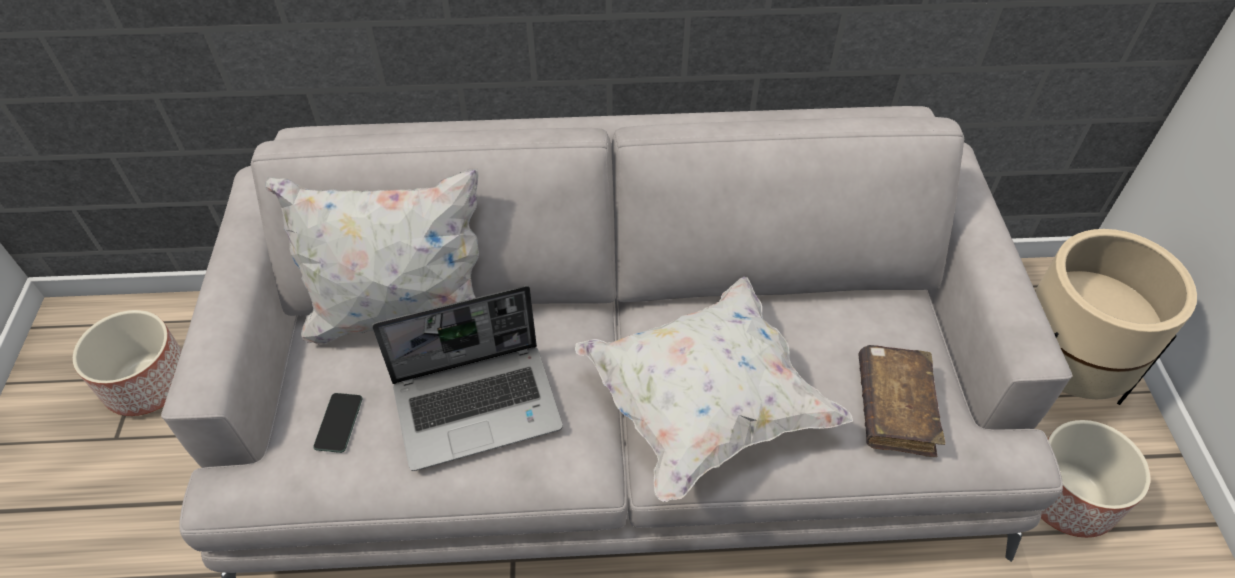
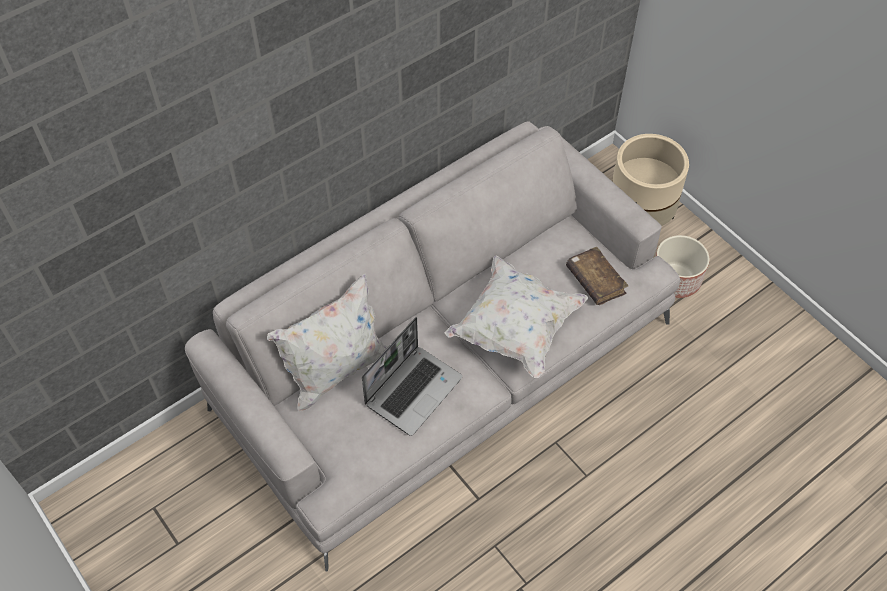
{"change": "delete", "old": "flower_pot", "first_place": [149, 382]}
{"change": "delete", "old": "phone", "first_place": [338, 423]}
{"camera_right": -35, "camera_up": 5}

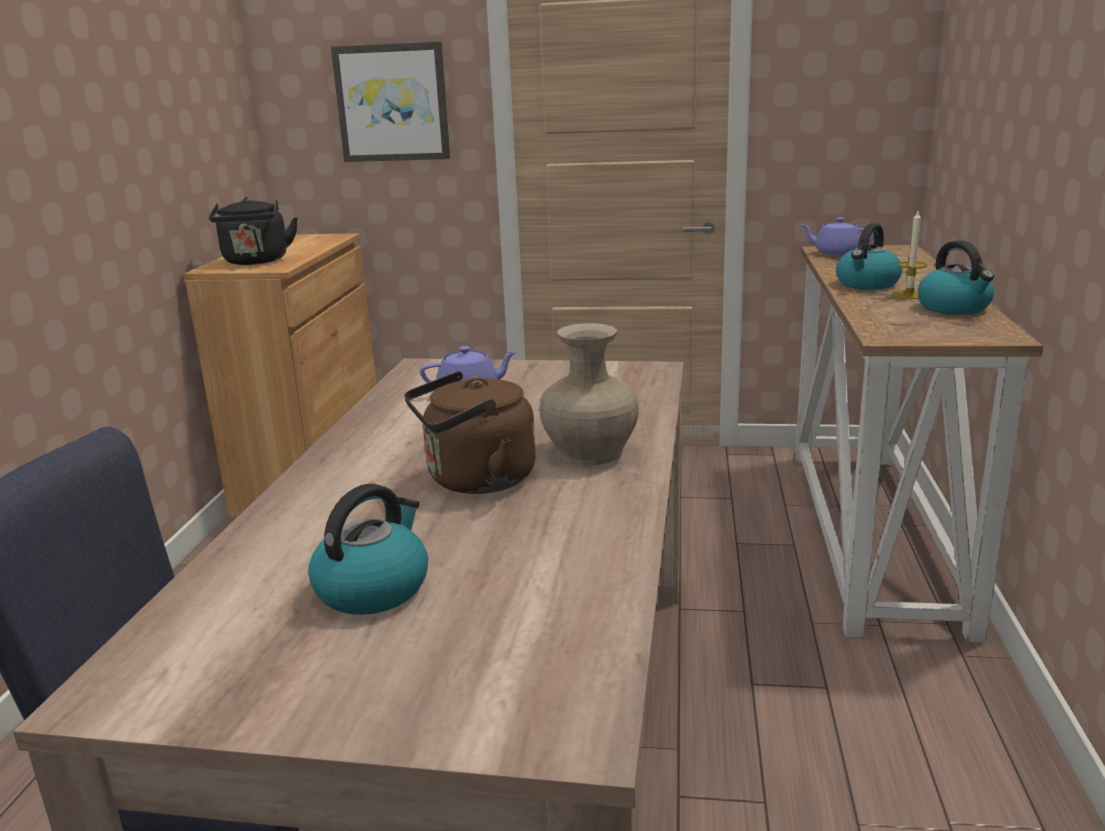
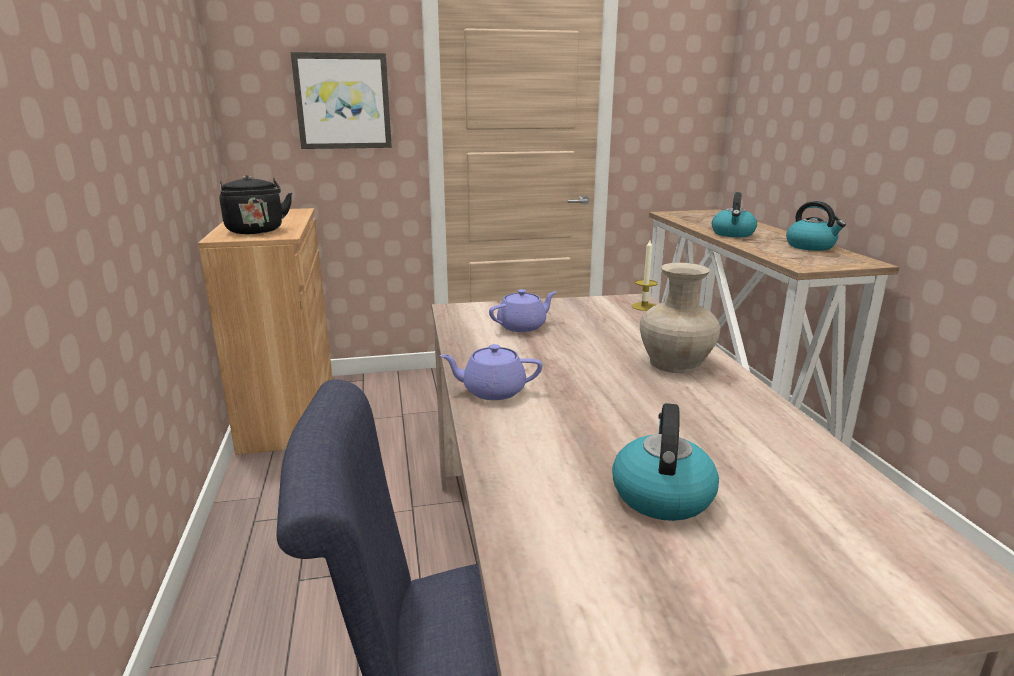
{"change": "move", "old": "purplish_teapot", "first_place": [836, 253], "second_place": [492, 391]}
{"change": "move", "old": "wax_light", "first_place": [909, 295], "second_place": [644, 306]}
{"change": "delete", "old": "brown_tea_kettle", "first_place": [475, 481]}
{"camera_right": -20, "camera_up": 0}

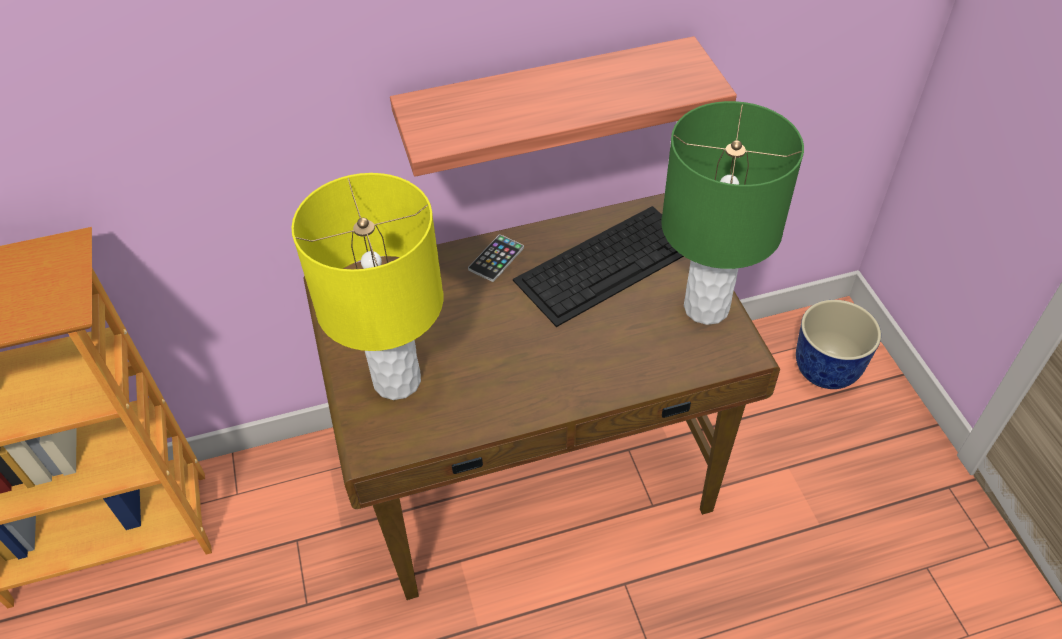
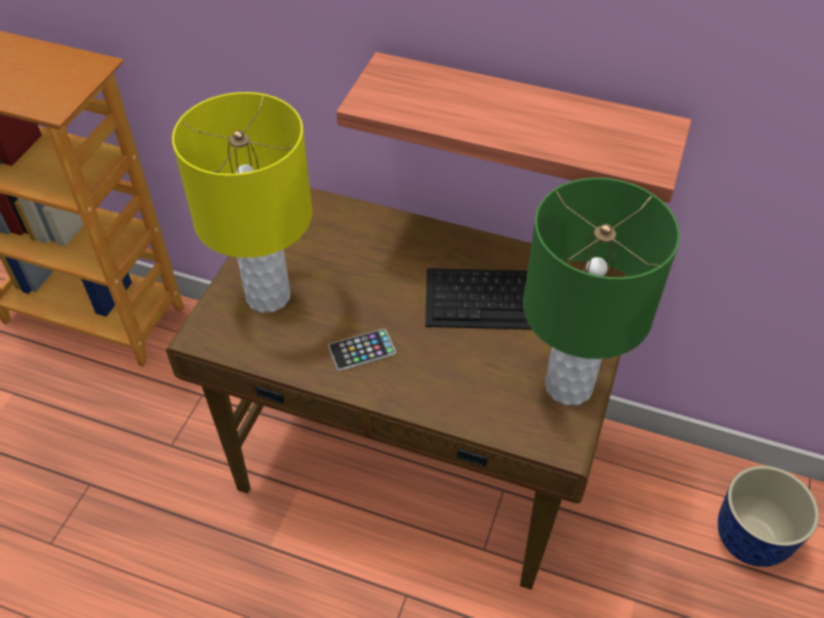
{"change": "move", "old": "phone", "first_place": [496, 258], "second_place": [362, 350]}
{"camera_right": 35, "camera_up": 0}

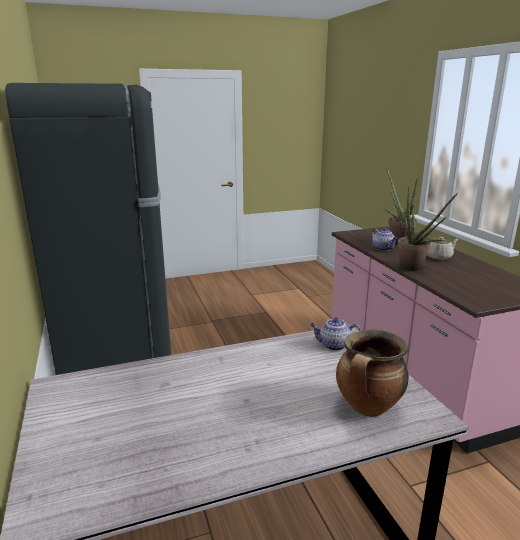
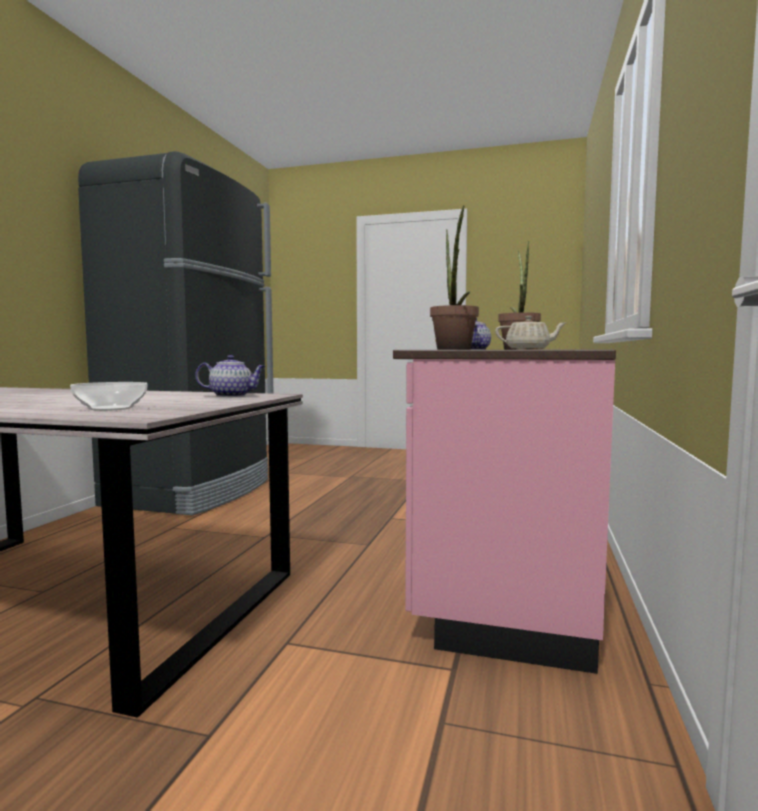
{"change": "replace", "old": "saucepot", "new": "deep_dish", "first_place": [368, 408], "second_place": [110, 408]}
{"change": "rotate", "old": "teapot", "first_place": [333, 345], "second_place": [232, 396], "degrees": 135}
{"camera_right": 35, "camera_up": -15}

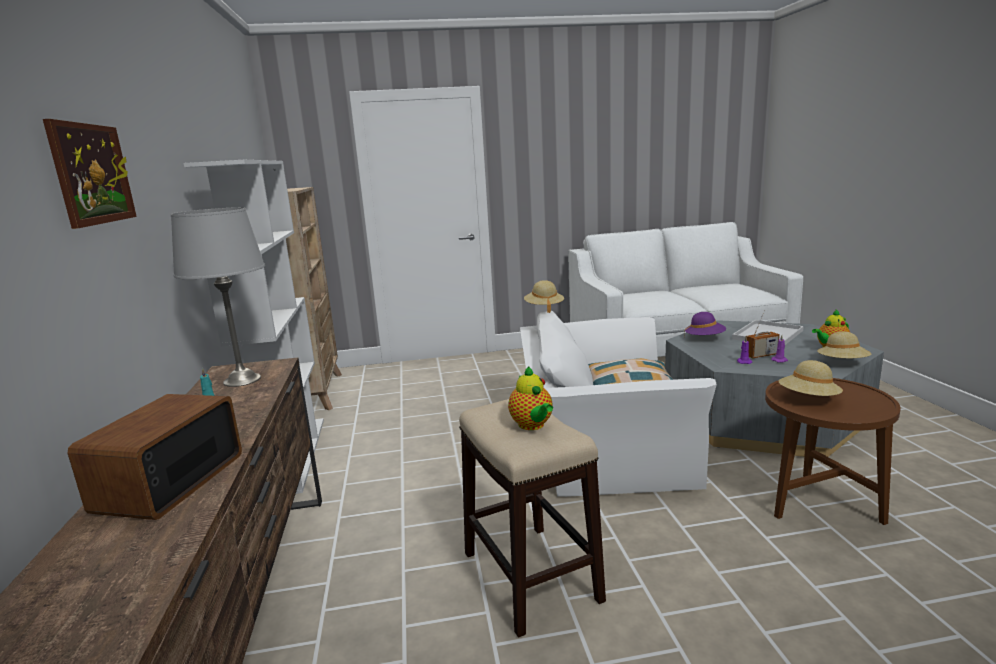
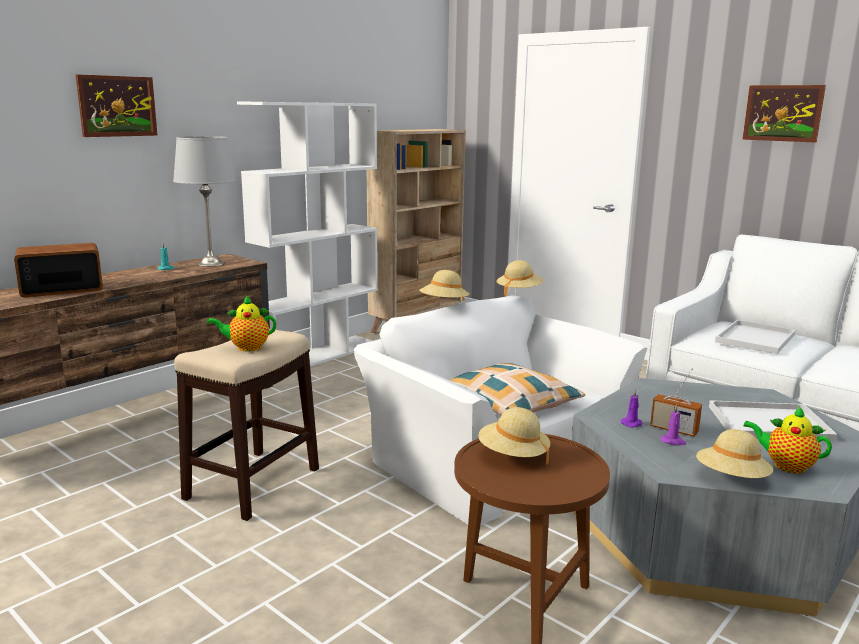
{"change": "rotate", "old": "teapot", "first_place": [532, 425], "second_place": [246, 348], "degrees": 45}
{"change": "insert", "new": "sand-coloured_clothing_hat", "second_place": [444, 304]}
{"change": "insert", "new": "white_carrying_tray", "second_place": [756, 339]}
{"change": "insert", "new": "wall_picture", "second_place": [782, 113]}
{"change": "delete", "old": "purplish_clothing_hat", "first_place": [704, 338]}
{"camera_right": 50, "camera_up": 0}

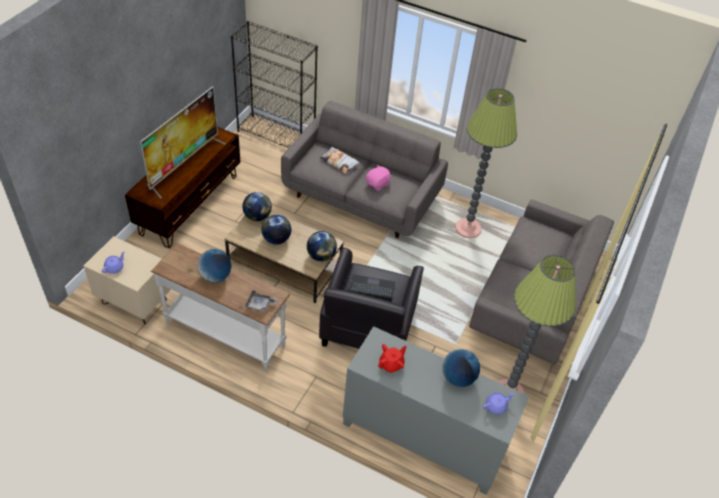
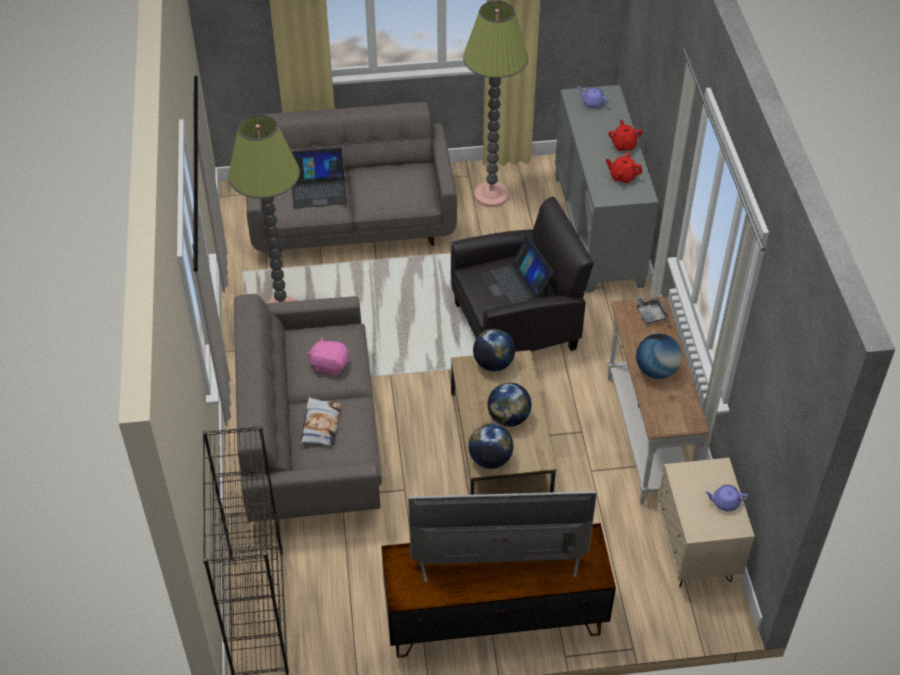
{"change": "insert", "new": "portable_computer", "second_place": [318, 189]}
{"change": "insert", "new": "red_teapot", "second_place": [623, 145]}
{"change": "delete", "old": "world_globe", "first_place": [458, 378]}
{"camera_right": -120, "camera_up": 0}

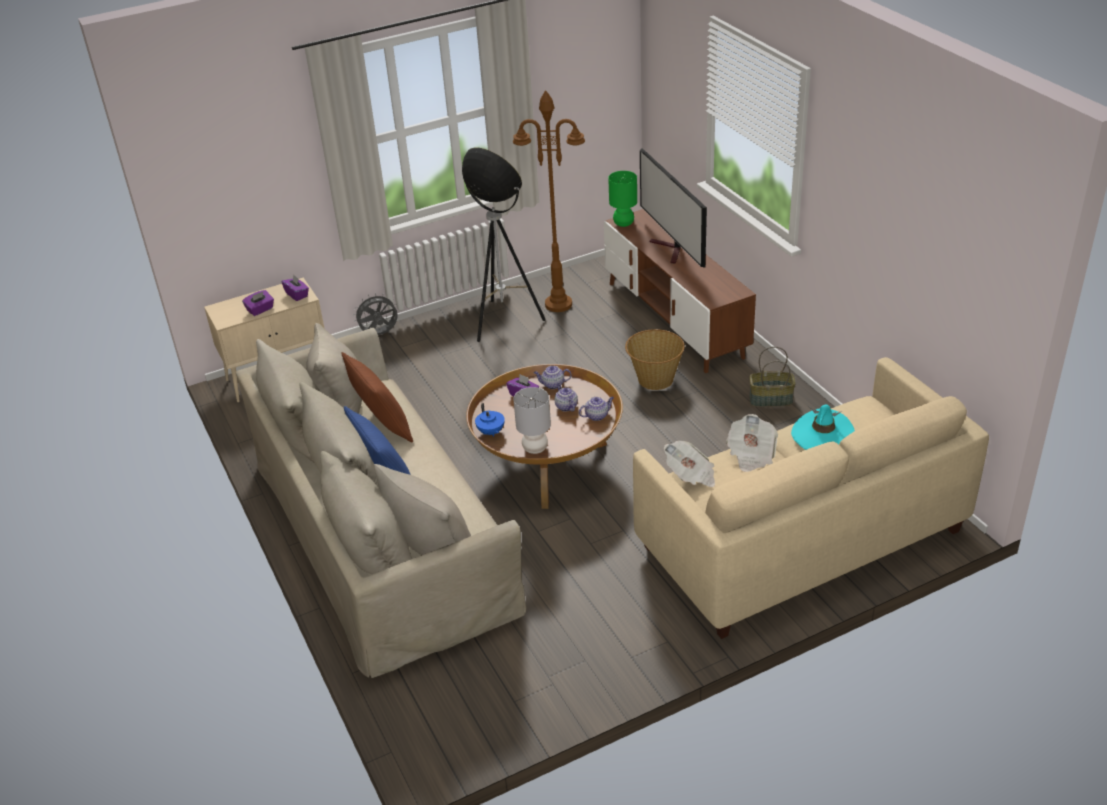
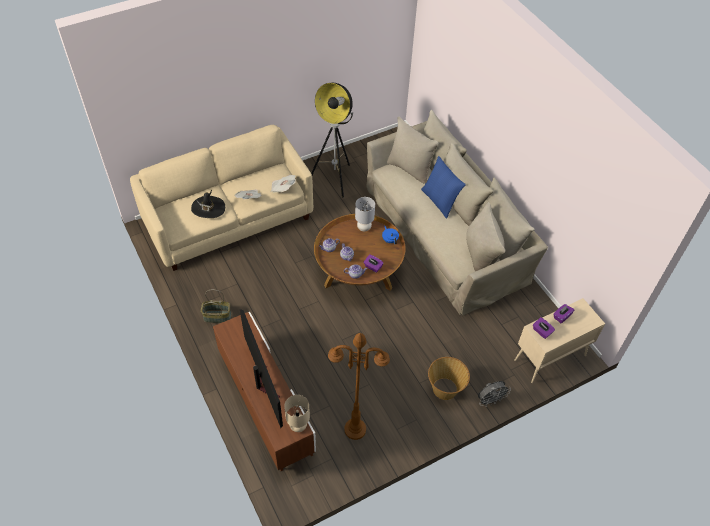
{"change": "recolor", "old": "turquoise-coloured_clothing_hat", "new": "blackish_clothing_hat", "first_place": [823, 435], "second_place": [208, 208]}
{"change": "recolor", "old": "green_tabletop_lamp", "new": "sand-coloured_tabletop_lamp", "first_place": [623, 224], "second_place": [298, 425]}
{"change": "move", "old": "floor_lamp", "first_place": [503, 322], "second_place": [335, 179]}
{"change": "move", "old": "storage_basket", "first_place": [655, 379], "second_place": [445, 388]}
{"change": "delete", "old": "brown_cushion", "first_place": [382, 427]}
{"camera_right": 175, "camera_up": 15}

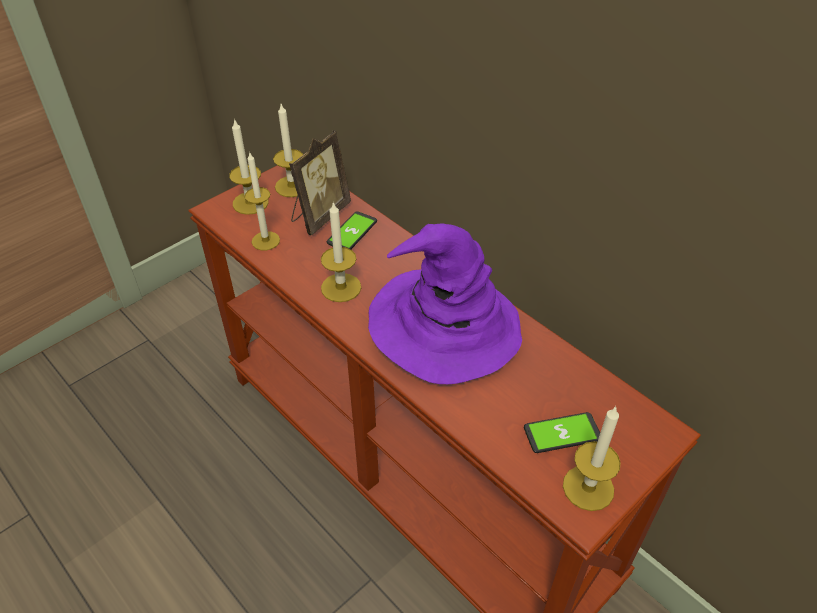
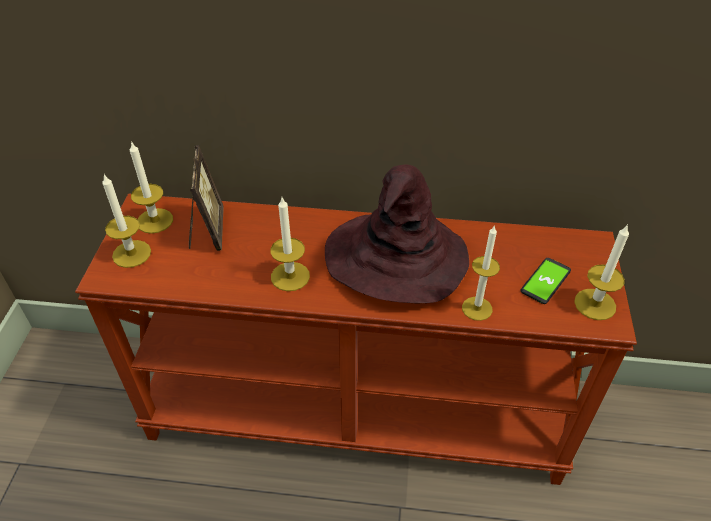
{"change": "recolor", "old": "purplish_clothing_hat", "new": "brown_clothing_hat", "first_place": [442, 326], "second_place": [395, 259]}
{"change": "move", "old": "wax_light", "first_place": [265, 241], "second_place": [477, 308]}
{"change": "delete", "old": "phone", "first_place": [352, 232]}
{"camera_right": -40, "camera_up": 0}

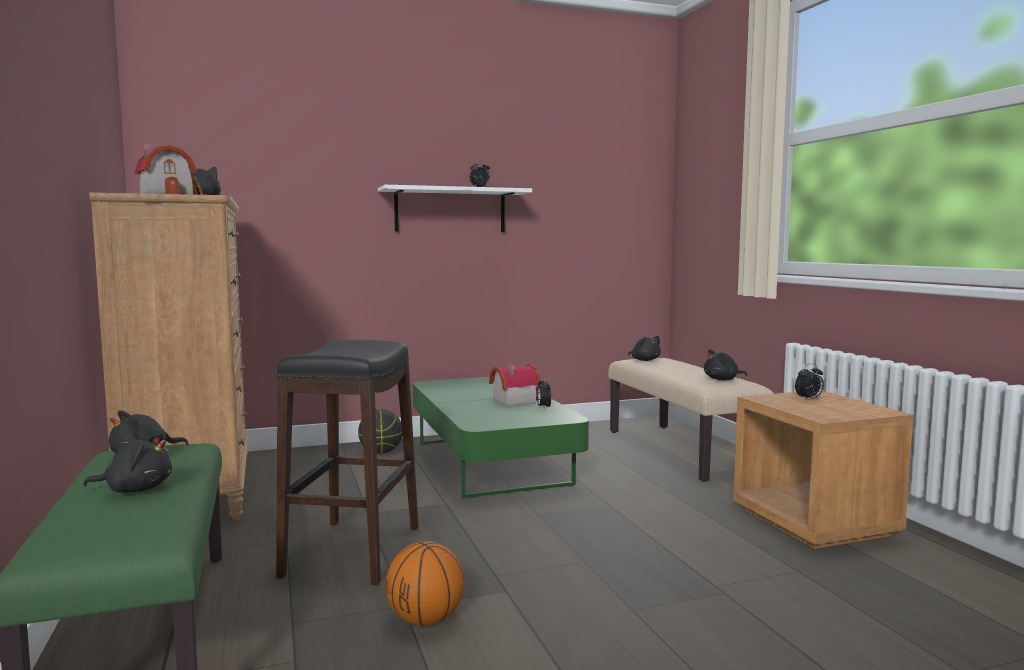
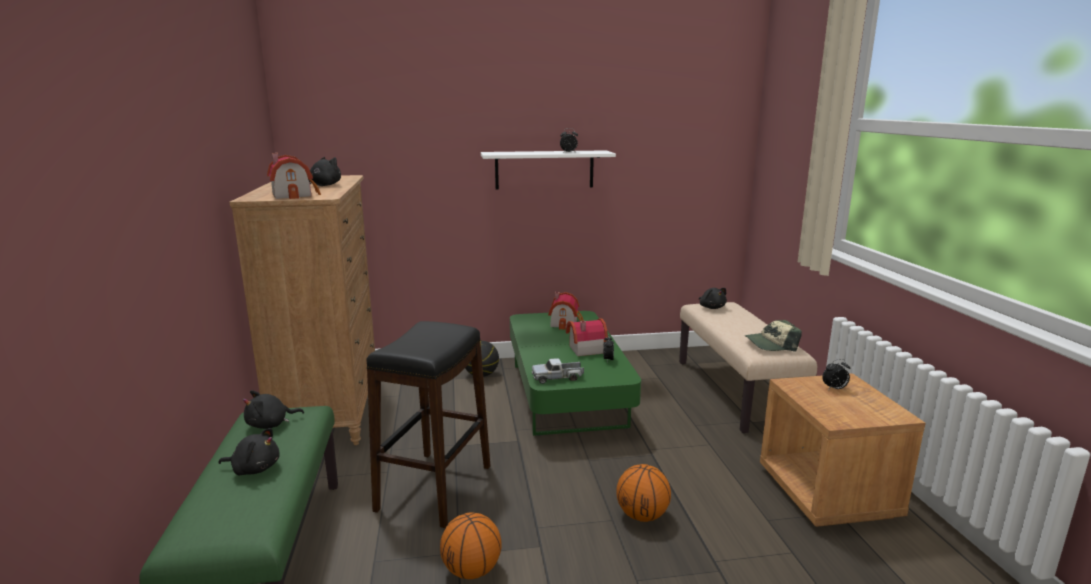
{"change": "insert", "new": "model_truck", "second_place": [557, 377]}
{"change": "insert", "new": "miniature_house", "second_place": [566, 323]}
{"change": "insert", "new": "basketball", "second_place": [642, 515]}
{"change": "replace", "old": "blackish_soft_toy", "new": "cap", "first_place": [722, 380], "second_place": [771, 344]}
{"camera_right": 10, "camera_up": 10}

